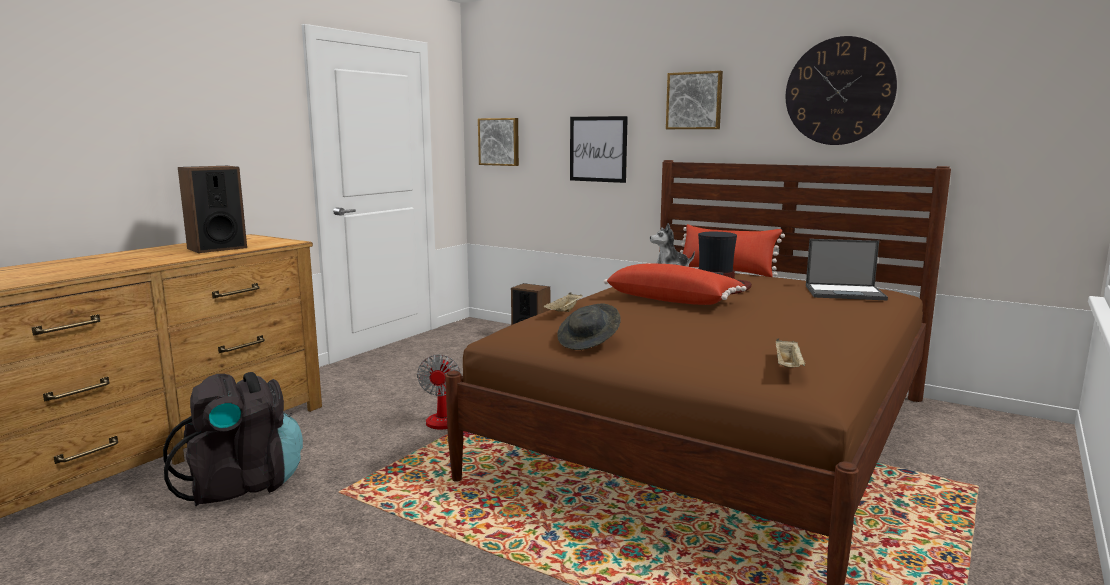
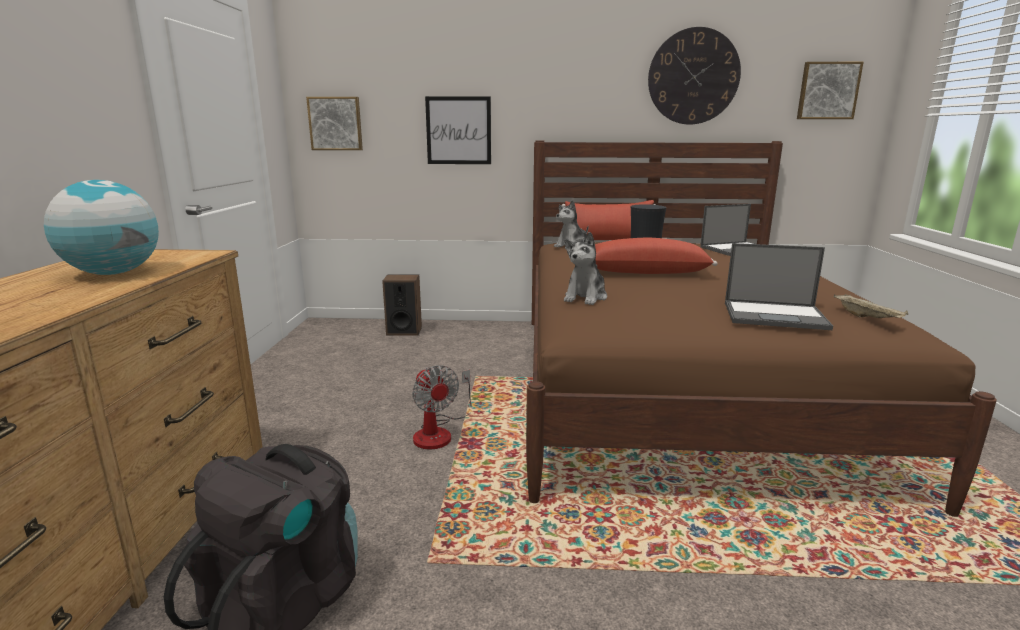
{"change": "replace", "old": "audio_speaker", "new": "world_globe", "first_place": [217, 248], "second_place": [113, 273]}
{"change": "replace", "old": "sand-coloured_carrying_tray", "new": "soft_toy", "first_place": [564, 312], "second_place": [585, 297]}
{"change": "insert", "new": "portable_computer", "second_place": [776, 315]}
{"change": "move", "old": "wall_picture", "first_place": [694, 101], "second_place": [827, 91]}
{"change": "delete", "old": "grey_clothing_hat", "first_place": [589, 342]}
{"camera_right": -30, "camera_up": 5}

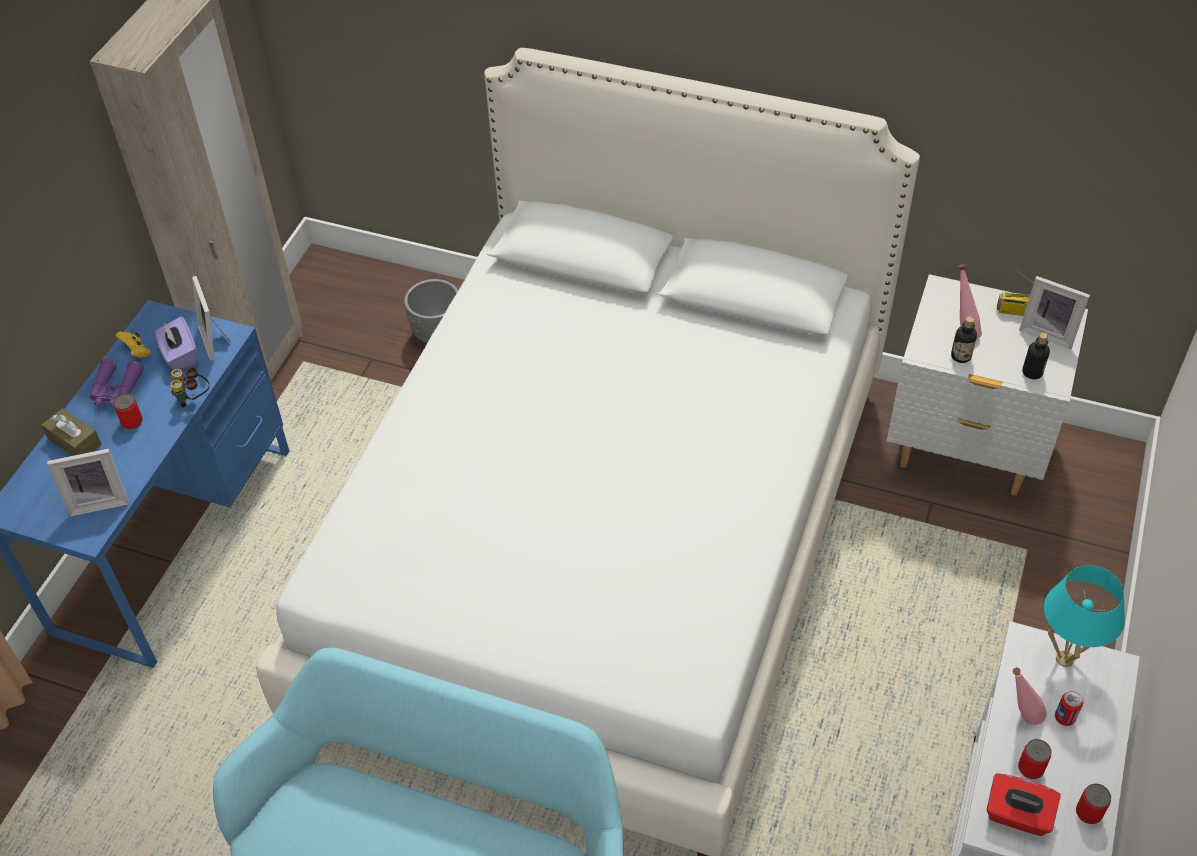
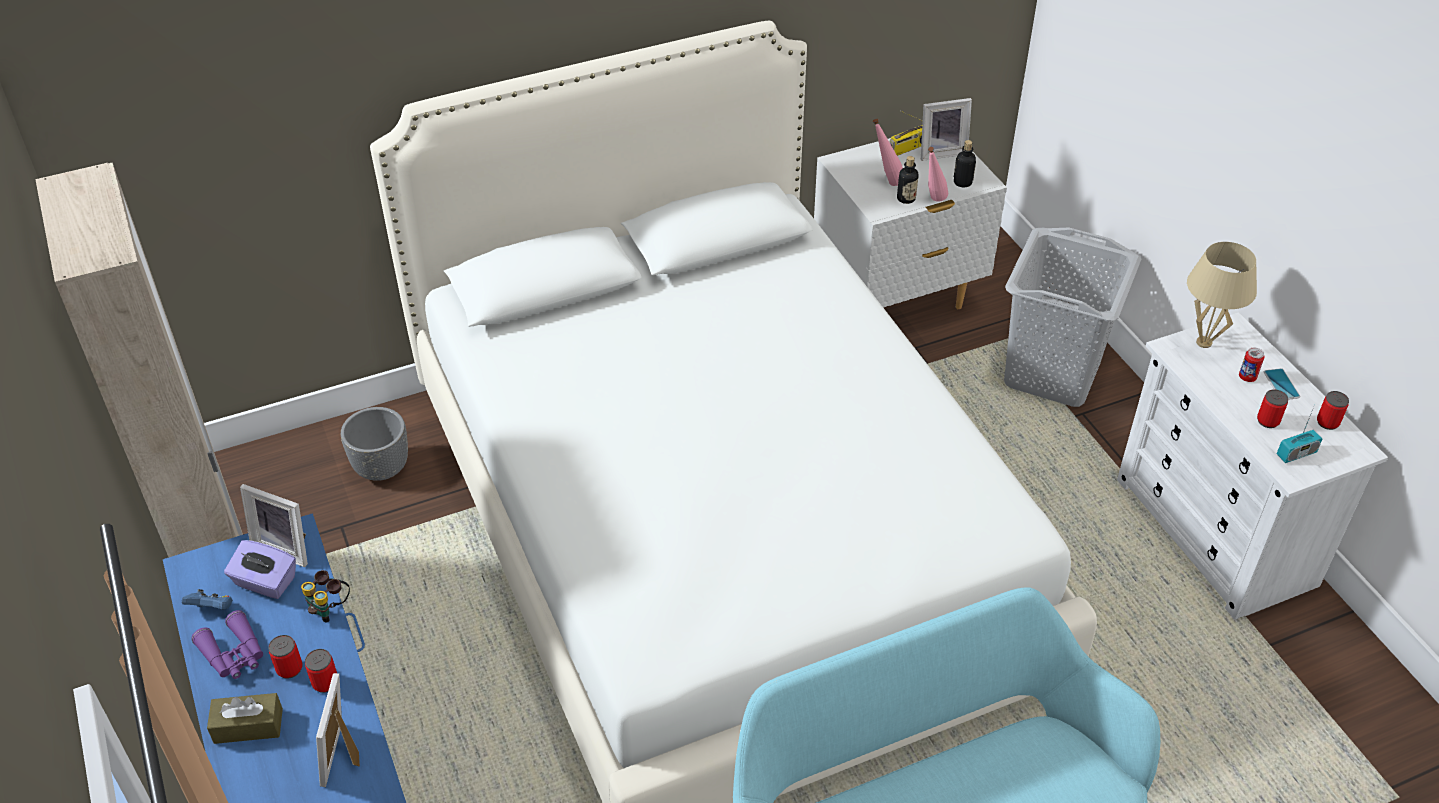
{"change": "recolor", "old": "yellow_game_controller", "new": "blue_game_controller", "first_place": [137, 352], "second_place": [212, 609]}
{"change": "insert", "new": "sealed_can", "second_place": [325, 682]}
{"change": "rotate", "old": "photo_frame", "first_place": [99, 500], "second_place": [345, 755], "degrees": 150}
{"change": "move", "old": "pink-coloured_beverage_bottle", "first_place": [1019, 717], "second_place": [932, 201]}
{"change": "insert", "new": "grey_laundry_basket", "second_place": [1053, 373]}
{"change": "recolor", "old": "turquoise-coloured_tabletop_lamp", "new": "sand-coloured_tabletop_lamp", "first_place": [1064, 659], "second_place": [1204, 343]}
{"change": "insert", "new": "phone", "second_place": [1281, 385]}
{"change": "replace", "old": "red_box_of_tissues", "new": "radio_receiver", "first_place": [1017, 815], "second_place": [1296, 454]}
{"camera_right": -45, "camera_up": -5}

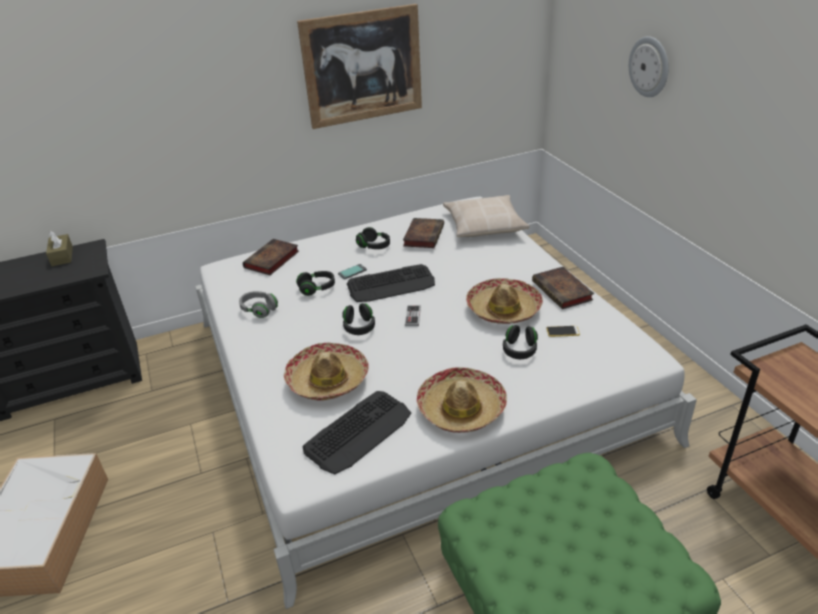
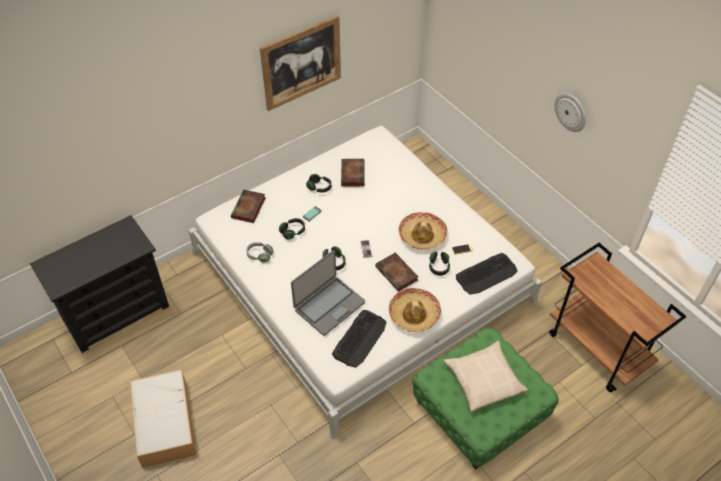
{"change": "replace", "old": "clothing_hat", "new": "portable_computer", "first_place": [328, 380], "second_place": [329, 305]}
{"change": "move", "old": "book", "first_place": [563, 291], "second_place": [397, 274]}
{"change": "move", "old": "sand-coloured_cushion", "first_place": [484, 225], "second_place": [483, 380]}
{"change": "move", "old": "computer_keyboard", "first_place": [391, 284], "second_place": [486, 274]}
{"change": "move", "old": "wall_clock", "first_place": [649, 66], "second_place": [571, 112]}
{"change": "delete", "old": "brown_box_of_tissues", "first_place": [62, 256]}
{"camera_right": -15, "camera_up": 15}

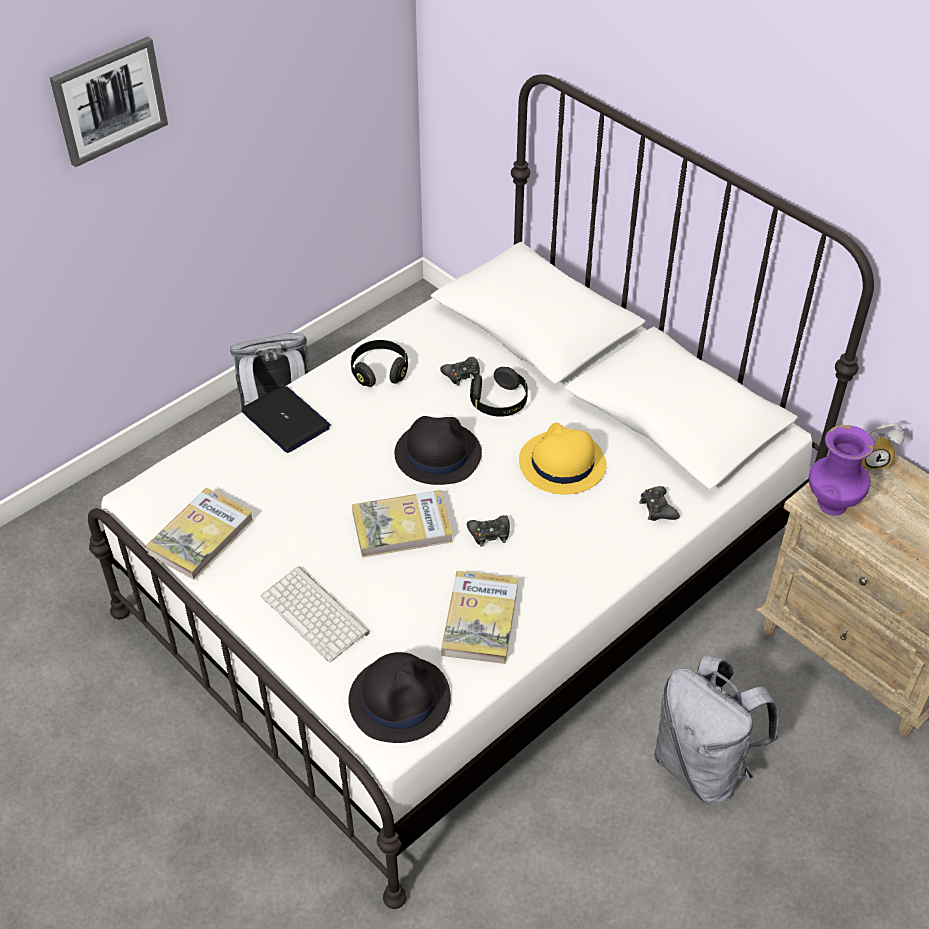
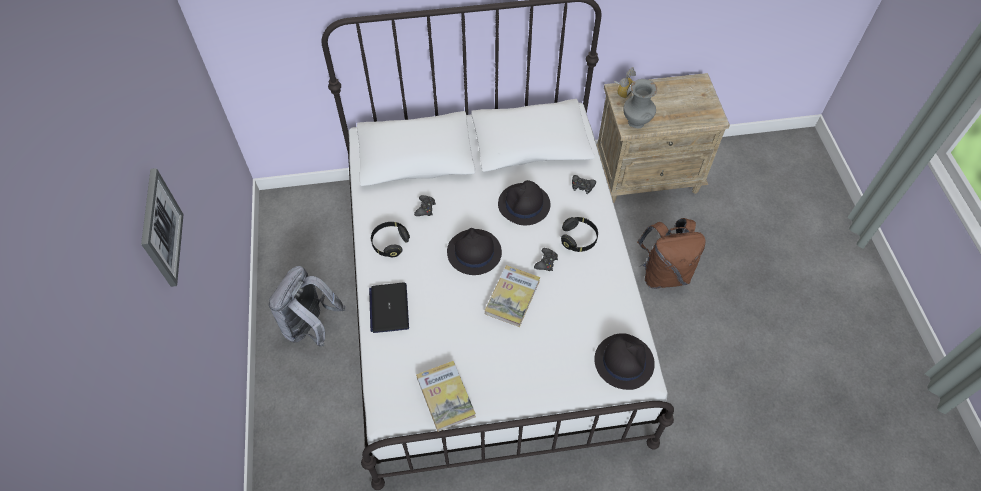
{"change": "rotate", "old": "portable_computer", "first_place": [286, 420], "second_place": [389, 308], "degrees": -90}
{"change": "recolor", "old": "yellow_clothing_hat", "new": "blackish_clothing_hat", "first_place": [561, 464], "second_place": [524, 205]}
{"change": "move", "old": "blackish_headset", "first_place": [499, 402], "second_place": [578, 239]}
{"change": "recolor", "old": "purplish_decorative_vase", "new": "grey_decorative_vase", "first_place": [831, 505], "second_place": [636, 123]}
{"change": "recolor", "old": "grey_knapsack", "new": "brown_knapsack", "first_place": [703, 766], "second_place": [663, 273]}
{"change": "delete", "old": "computer_keyboard", "first_place": [317, 614]}
{"change": "delete", "old": "book", "first_place": [480, 620]}
{"camera_right": -55, "camera_up": 10}

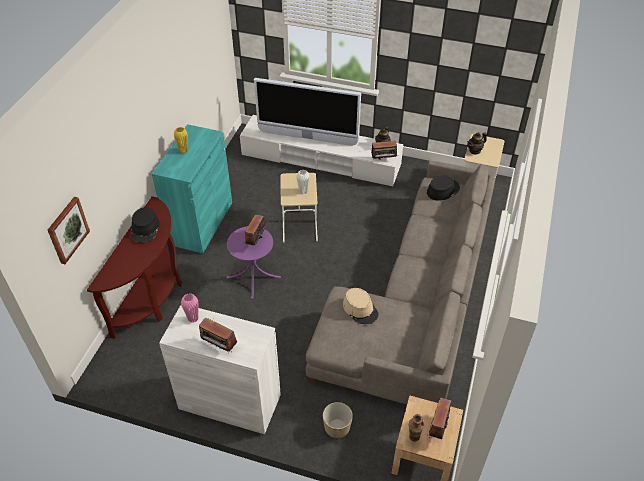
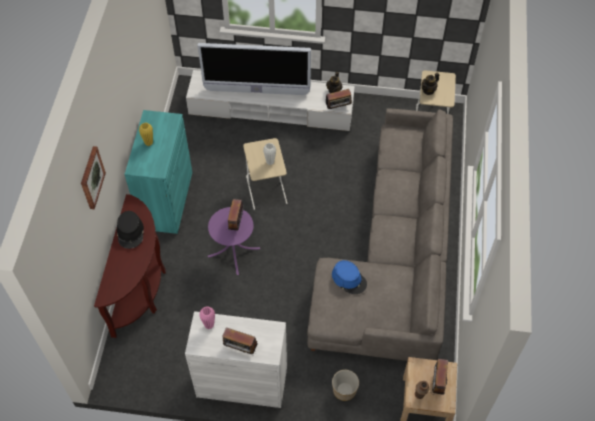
{"change": "move", "old": "wall_picture", "first_place": [67, 230], "second_place": [91, 177]}
{"change": "recolor", "old": "sand-coloured_clothing_hat", "new": "blue_clothing_hat", "first_place": [360, 309], "second_place": [349, 279]}
{"change": "delete", "old": "blackish_clothing_hat", "first_place": [443, 190]}
{"camera_right": -10, "camera_up": 10}

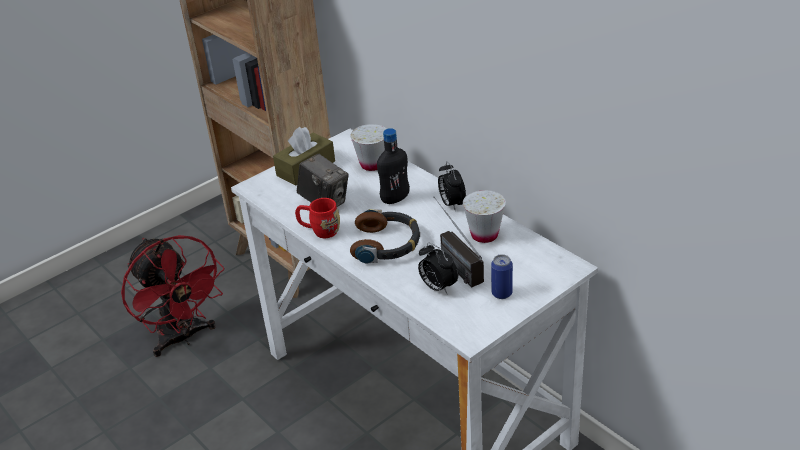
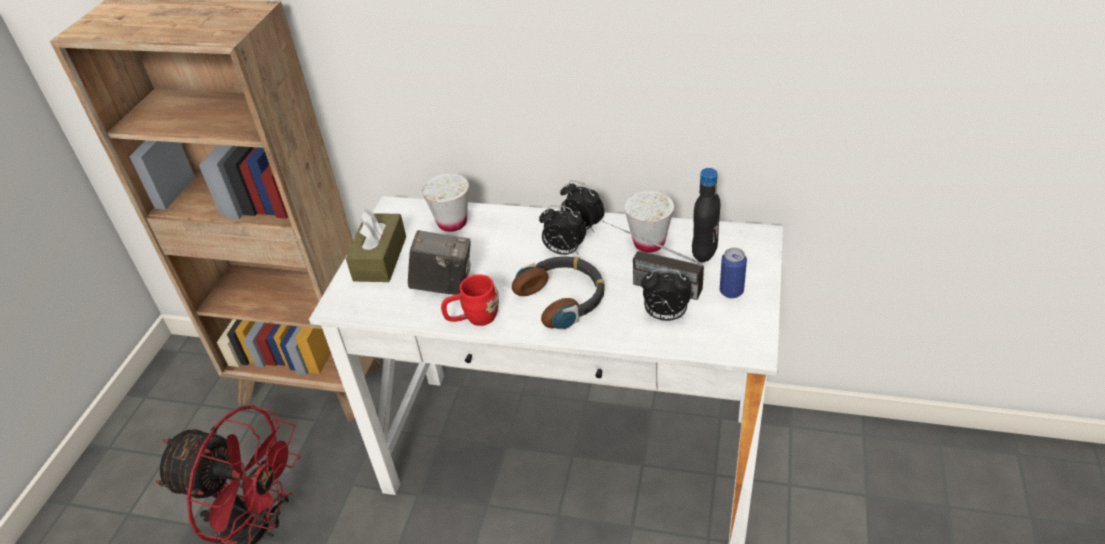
{"change": "insert", "new": "bedside_clock", "second_place": [563, 251]}
{"change": "move", "old": "blackish_beverage_bottle", "first_place": [395, 199], "second_place": [704, 253]}
{"camera_right": -35, "camera_up": 5}

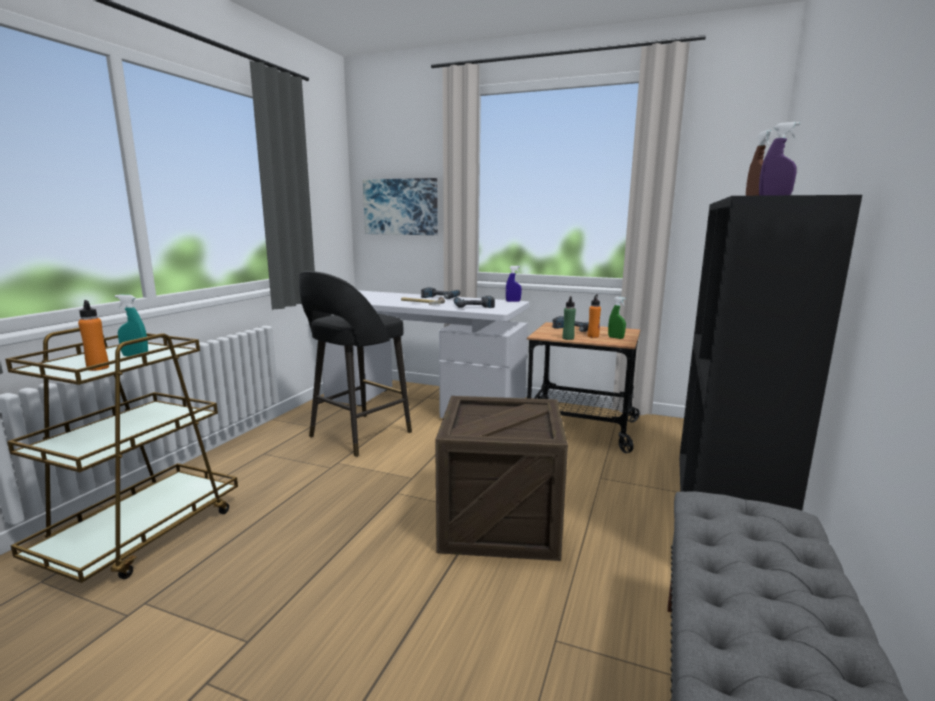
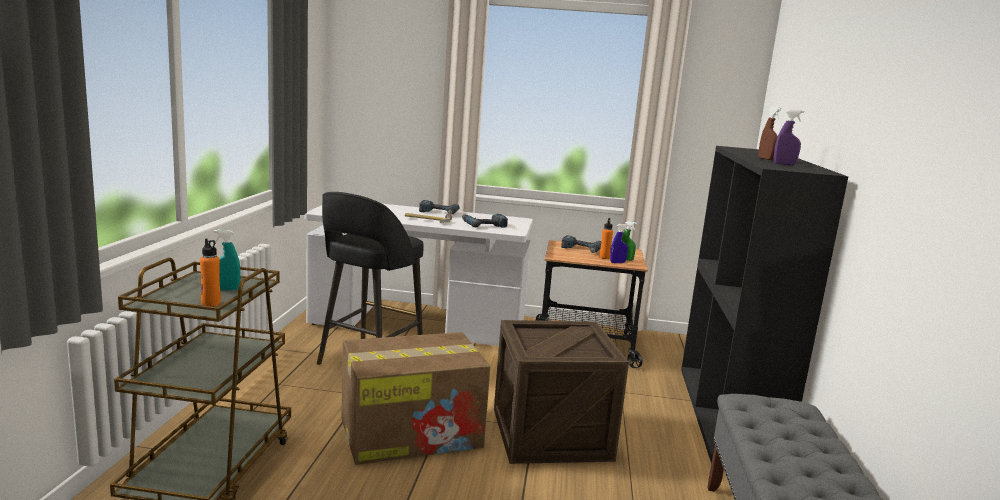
{"change": "insert", "new": "cardboard_box", "second_place": [413, 432]}
{"change": "move", "old": "blue_sprayer", "first_place": [513, 301], "second_place": [617, 262]}
{"change": "delete", "old": "wall_picture", "first_place": [401, 207]}
{"change": "delete", "old": "green_beverage_bottle", "first_place": [568, 338]}
{"camera_right": -15, "camera_up": 0}

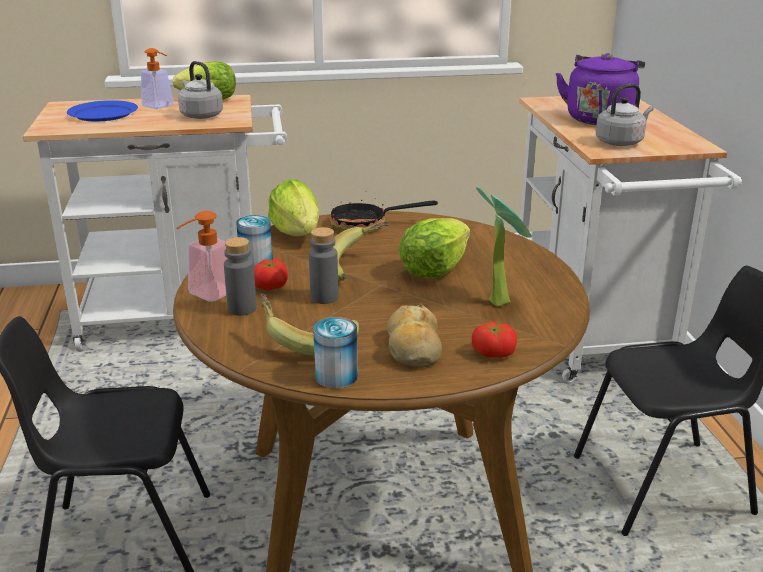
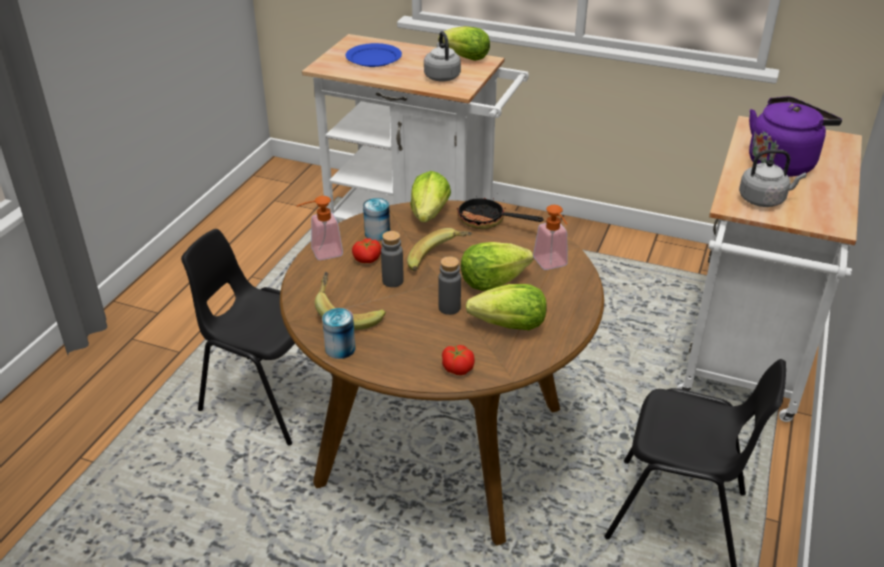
{"change": "move", "old": "grey_beverage_bottle", "first_place": [242, 309], "second_place": [449, 308]}
{"change": "replace", "old": "potted_plant", "new": "lettuce", "first_place": [500, 300], "second_place": [510, 326]}
{"change": "move", "old": "liquid_soap_bottle", "first_place": [161, 107], "second_place": [552, 265]}
{"change": "delete", "old": "bakery_bread", "first_place": [413, 348]}
{"camera_right": 30, "camera_up": 10}

